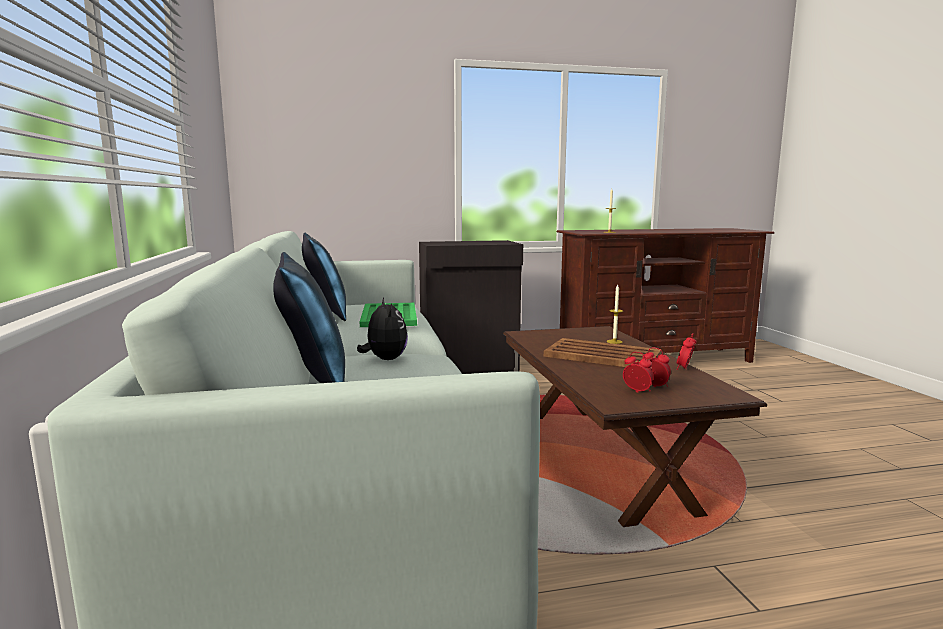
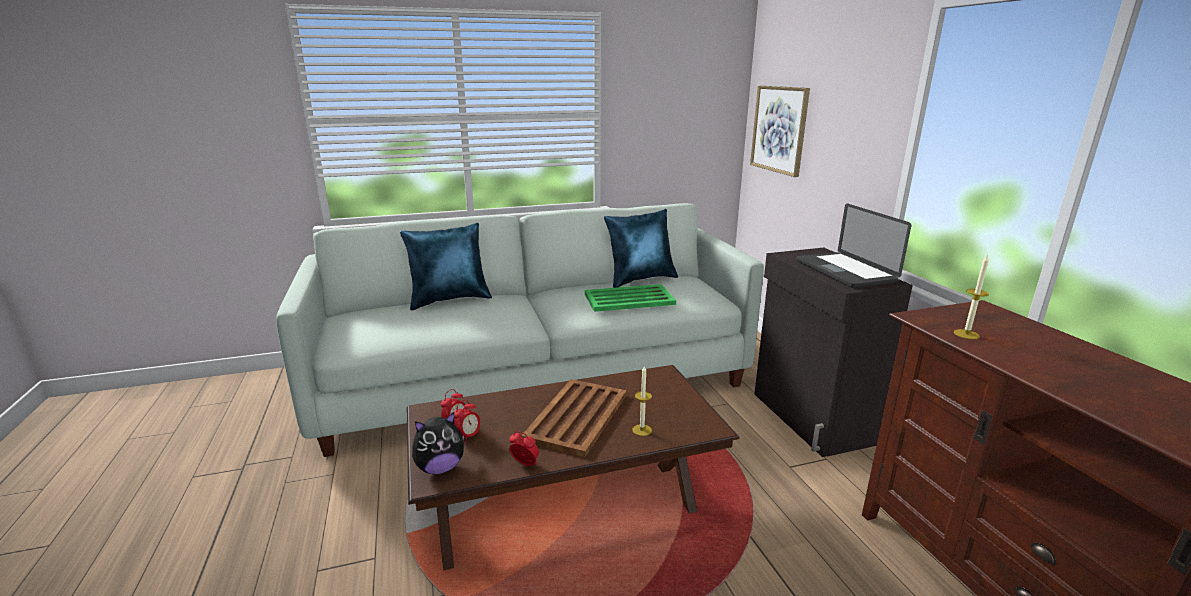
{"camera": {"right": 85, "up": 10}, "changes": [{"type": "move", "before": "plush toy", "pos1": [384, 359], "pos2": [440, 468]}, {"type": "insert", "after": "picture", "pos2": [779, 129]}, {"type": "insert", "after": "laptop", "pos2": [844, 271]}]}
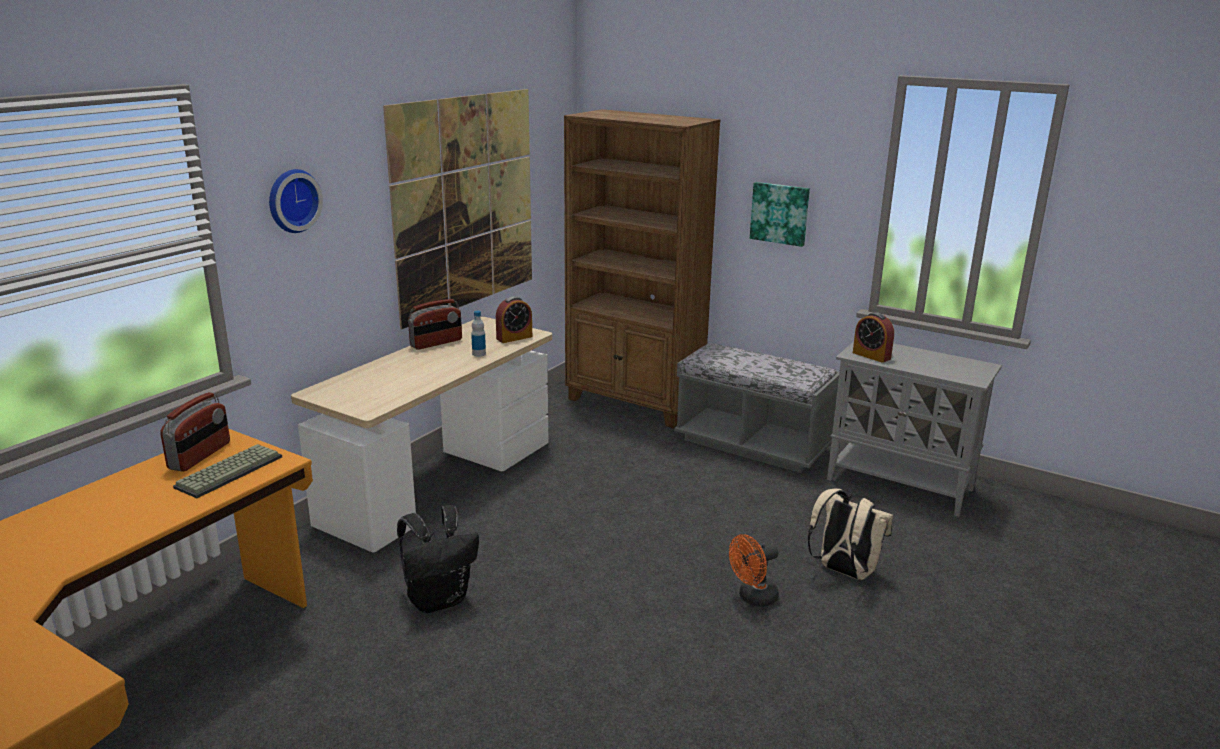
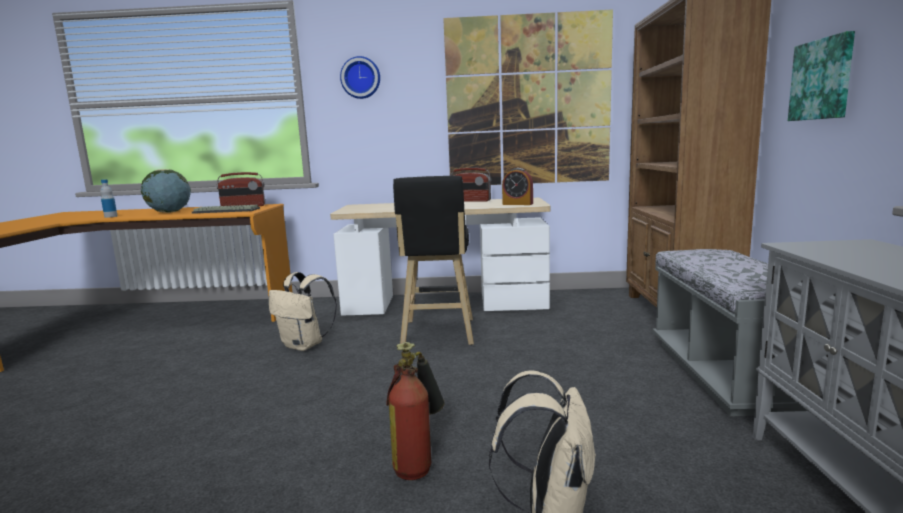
{"camera": {"right": 60, "up": -10}, "changes": [{"type": "move", "before": "bottle", "pos1": [479, 354], "pos2": [111, 216]}, {"type": "delete", "before": "alarm clock", "pos1": [871, 355]}, {"type": "recolor", "before": "black backpack", "after": "beige backpack", "pos1": [439, 599], "pos2": [305, 345]}, {"type": "replace", "before": "orange fan", "after": "fire extinguisher", "pos1": [753, 598], "pos2": [420, 461]}, {"type": "insert", "after": "globe", "pos2": [169, 212]}, {"type": "insert", "after": "black stool", "pos2": [438, 334]}]}
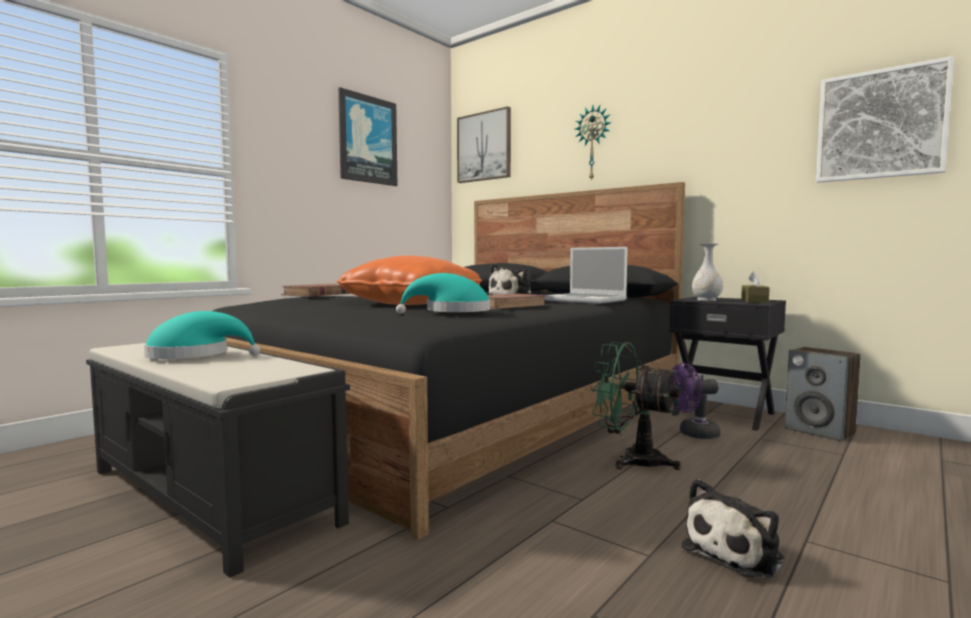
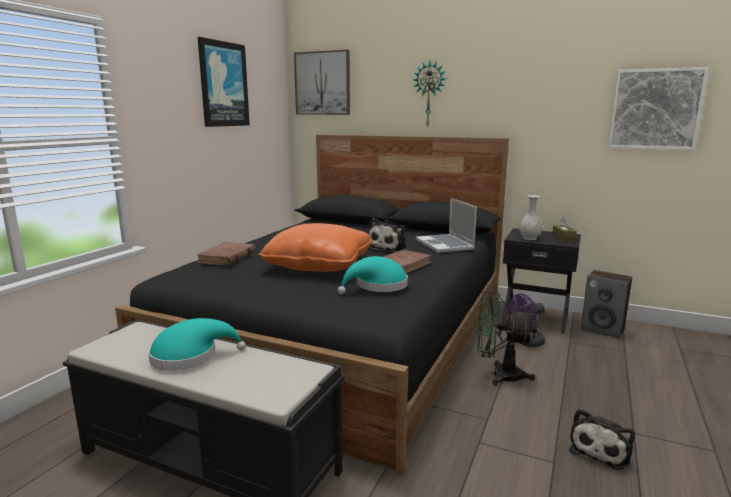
{"camera": {"right": -15, "up": 10}, "changes": [{"type": "rotate", "before": "laptop", "pos1": [586, 300], "pos2": [445, 245], "turn": 45}]}
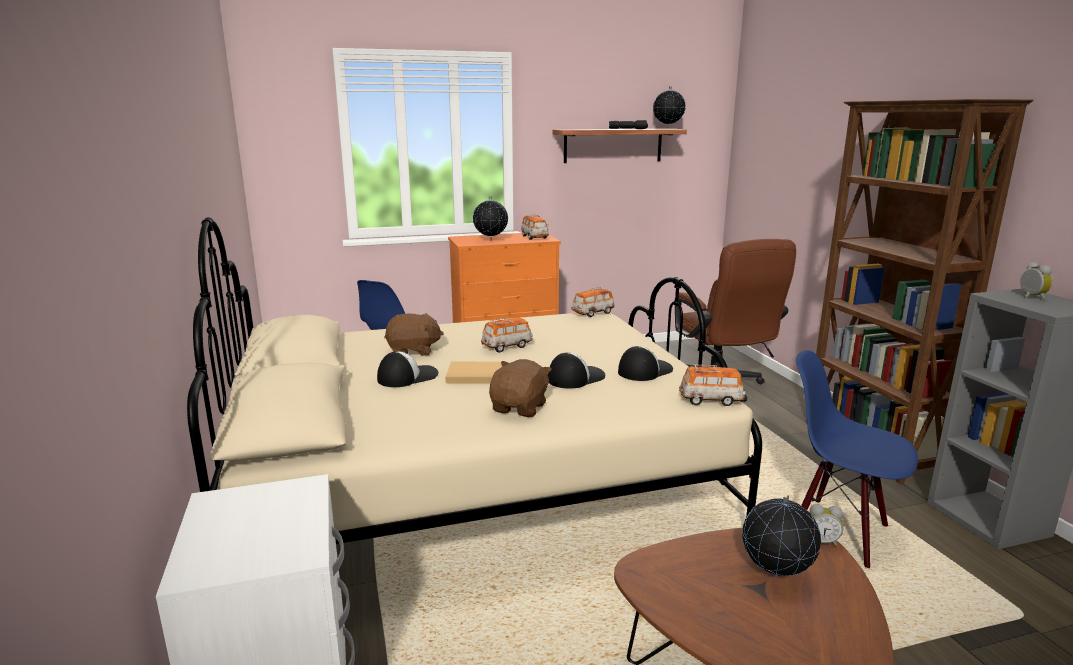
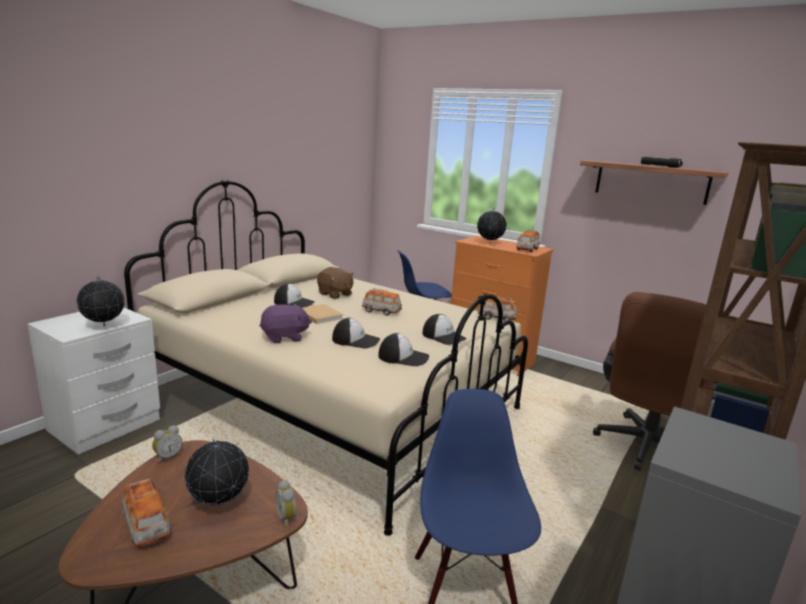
{"camera": {"right": 50, "up": 0}, "changes": [{"type": "move", "before": "globe", "pos1": [668, 128], "pos2": [104, 326]}, {"type": "move", "before": "alarm clock", "pos1": [1030, 297], "pos2": [167, 457]}, {"type": "recolor", "before": "brown plush toy", "after": "purple plush toy", "pos1": [520, 408], "pos2": [284, 337]}, {"type": "move", "before": "toy car", "pos1": [711, 400], "pos2": [147, 526]}, {"type": "insert", "after": "cap", "pos2": [444, 336]}]}
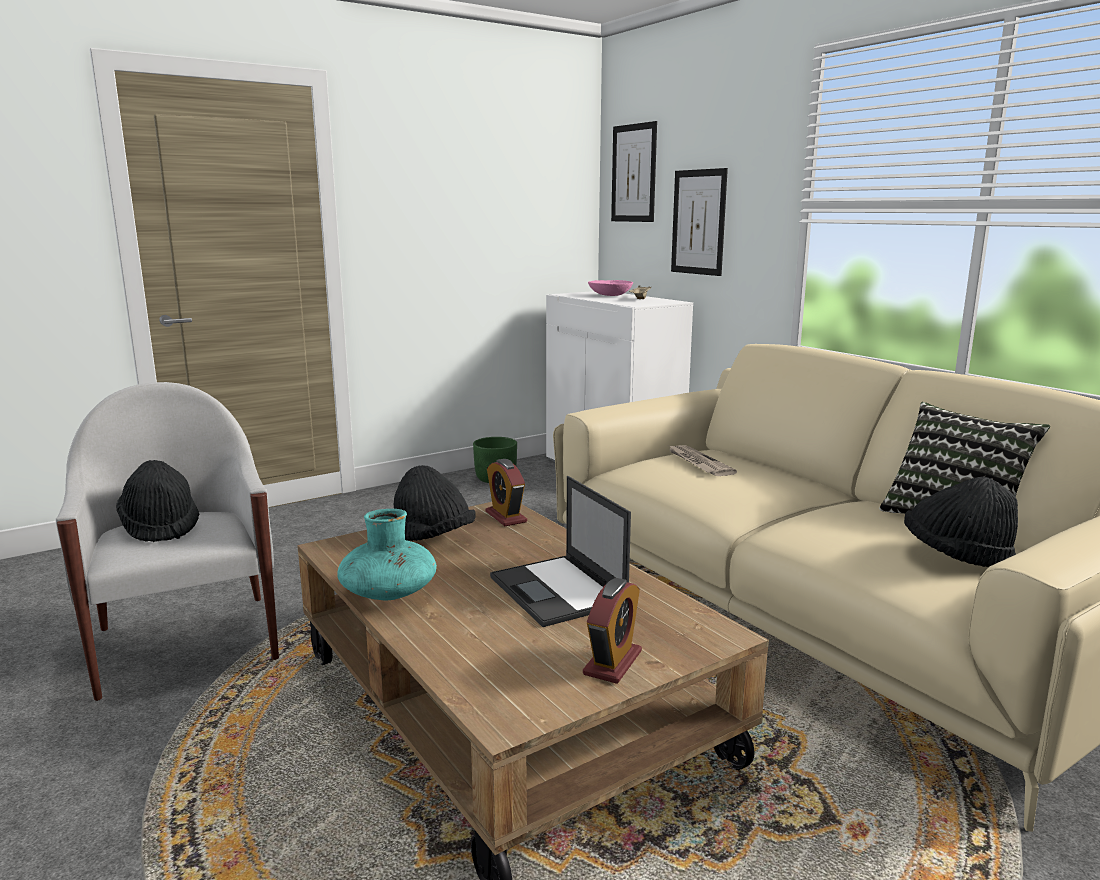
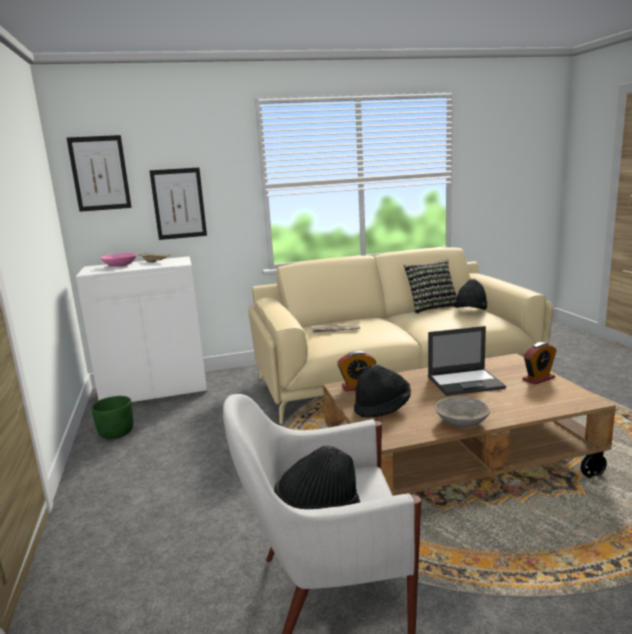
{"camera": {"right": -70, "up": 0}, "changes": [{"type": "replace", "before": "turquoise vase", "after": "grey bowl", "pos1": [388, 593], "pos2": [462, 422]}, {"type": "rotate", "before": "alarm clock", "pos1": [612, 663], "pos2": [538, 379], "turn": 105}]}
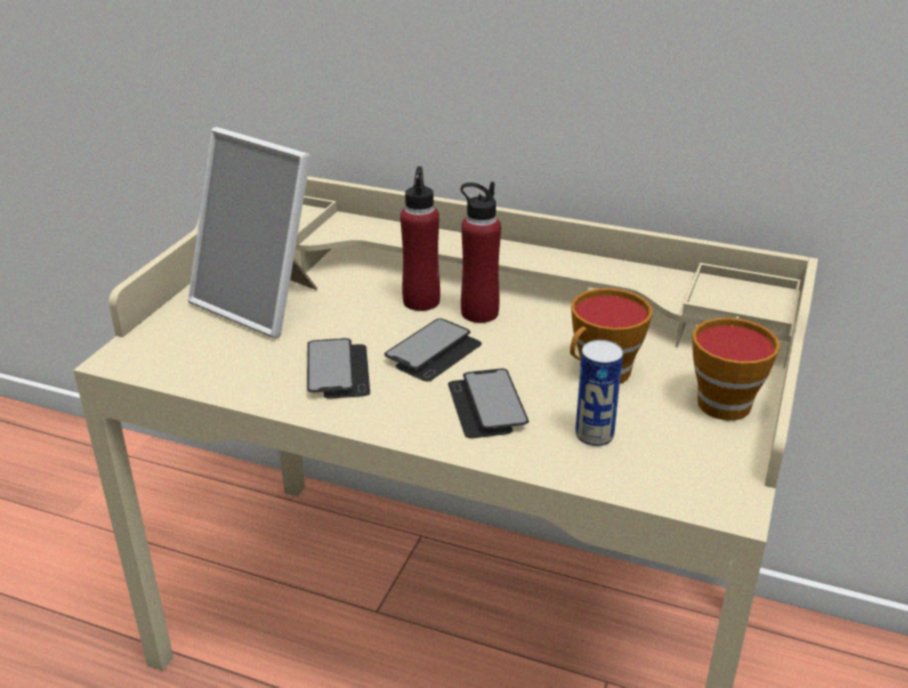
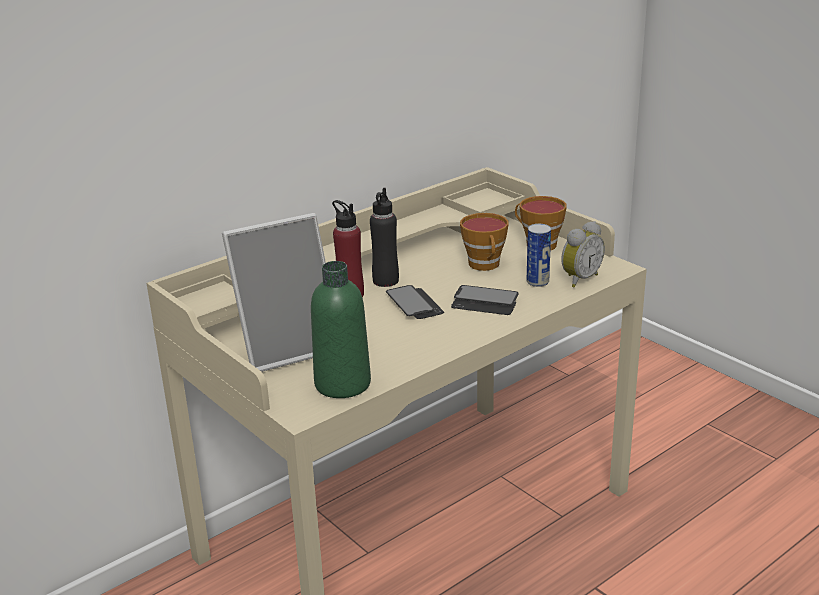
{"camera": {"right": -60, "up": -5}, "changes": [{"type": "recolor", "before": "red bottle", "after": "black bottle", "pos1": [479, 313], "pos2": [385, 281]}, {"type": "delete", "before": "phone", "pos1": [338, 371]}, {"type": "insert", "after": "alarm clock", "pos2": [579, 279]}, {"type": "insert", "after": "green bottle", "pos2": [342, 384]}]}
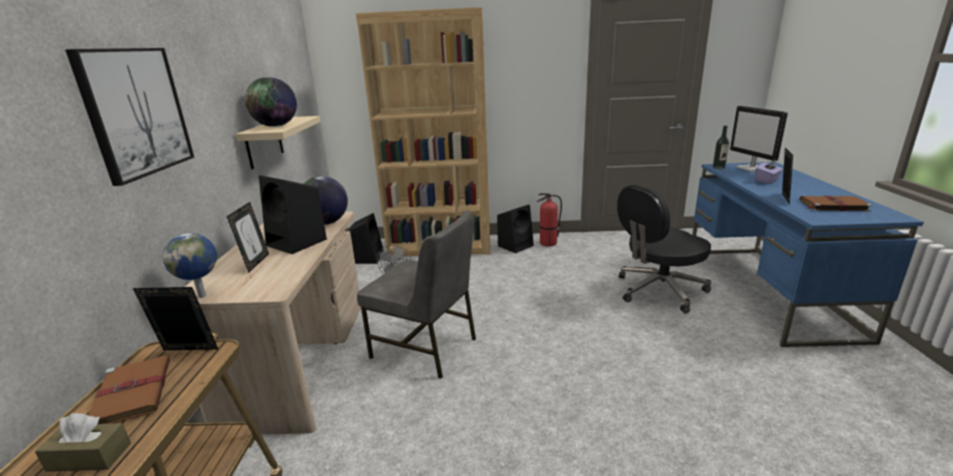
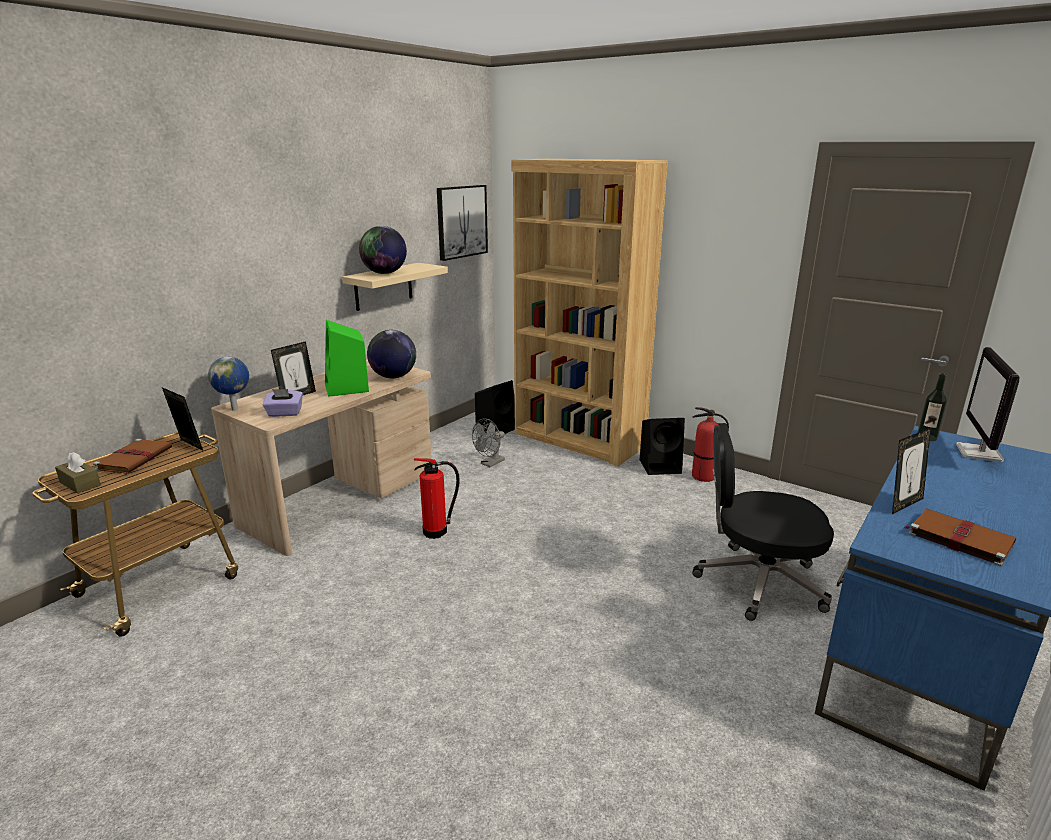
{"camera": {"right": 35, "up": 0}, "changes": [{"type": "move", "before": "picture", "pos1": [136, 112], "pos2": [461, 222]}, {"type": "move", "before": "purple tissue box", "pos1": [767, 180], "pos2": [284, 413]}, {"type": "recolor", "before": "black speaker", "after": "green speaker", "pos1": [298, 242], "pos2": [347, 388]}, {"type": "replace", "before": "grey chair", "after": "fire extinguisher", "pos1": [426, 348], "pos2": [437, 531]}]}
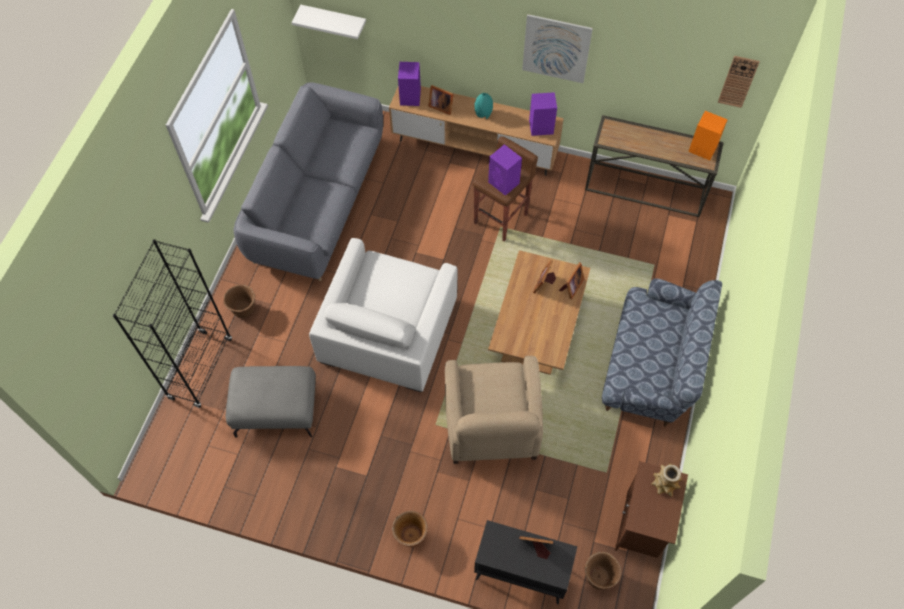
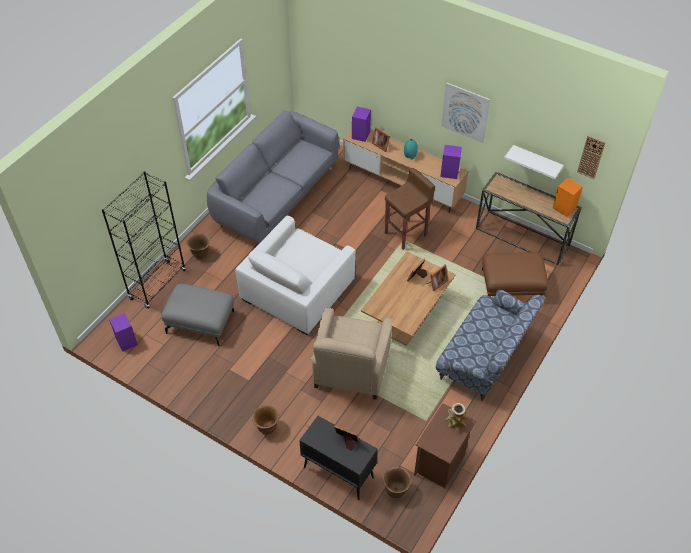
{"camera": {"right": 15, "up": -10}, "changes": [{"type": "move", "before": "white shelf", "pos1": [334, 20], "pos2": [536, 161]}, {"type": "move", "before": "purple speaker", "pos1": [504, 183], "pos2": [126, 342]}, {"type": "insert", "after": "brown ottoman", "pos2": [511, 286]}]}
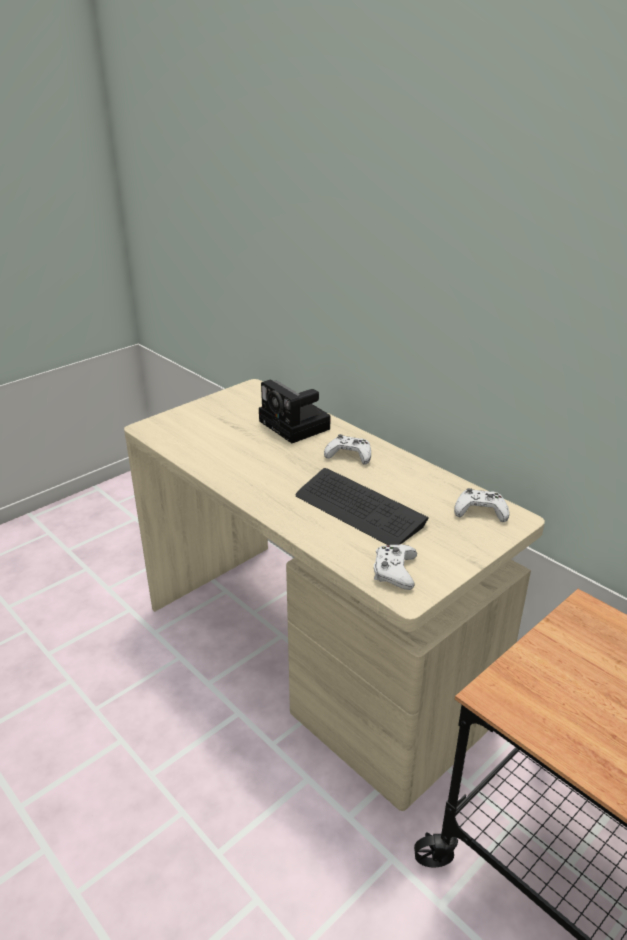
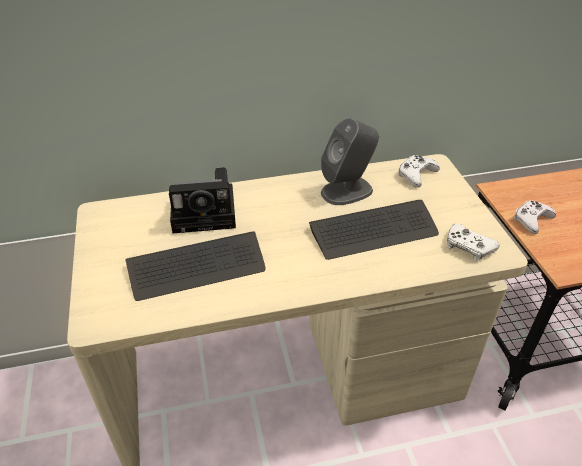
{"camera": {"right": -60, "up": 10}, "changes": [{"type": "move", "before": "white game controller", "pos1": [349, 455], "pos2": [531, 220]}, {"type": "insert", "after": "grey speaker", "pos2": [347, 191]}, {"type": "insert", "after": "keyboard", "pos2": [197, 267]}]}
